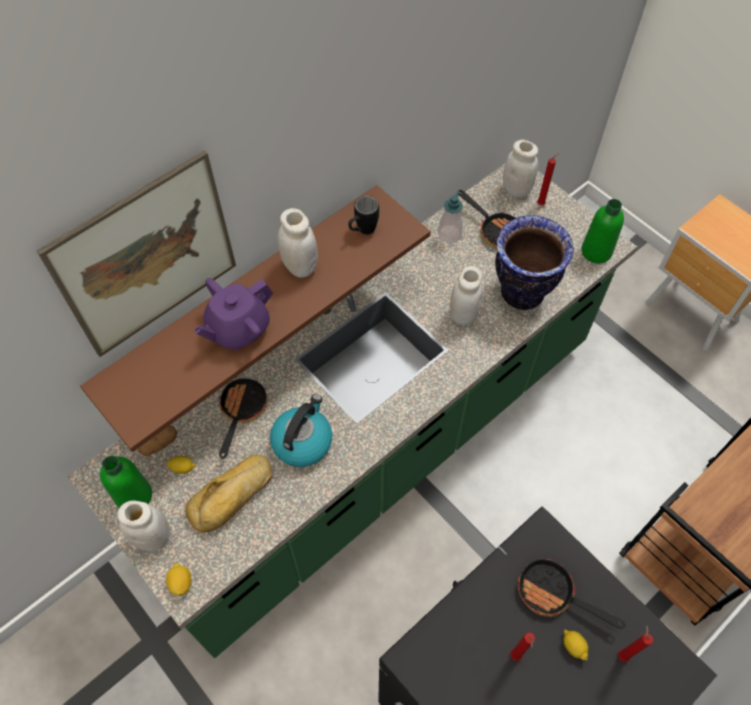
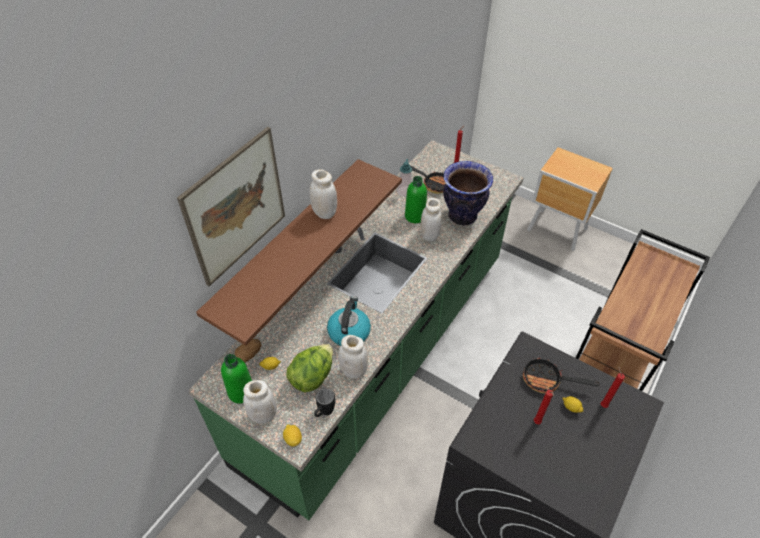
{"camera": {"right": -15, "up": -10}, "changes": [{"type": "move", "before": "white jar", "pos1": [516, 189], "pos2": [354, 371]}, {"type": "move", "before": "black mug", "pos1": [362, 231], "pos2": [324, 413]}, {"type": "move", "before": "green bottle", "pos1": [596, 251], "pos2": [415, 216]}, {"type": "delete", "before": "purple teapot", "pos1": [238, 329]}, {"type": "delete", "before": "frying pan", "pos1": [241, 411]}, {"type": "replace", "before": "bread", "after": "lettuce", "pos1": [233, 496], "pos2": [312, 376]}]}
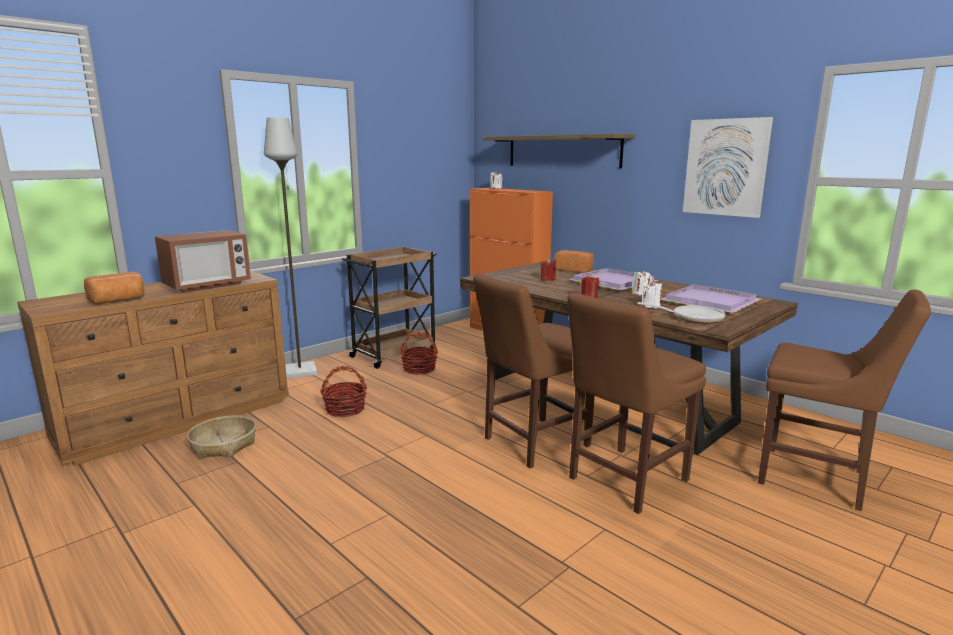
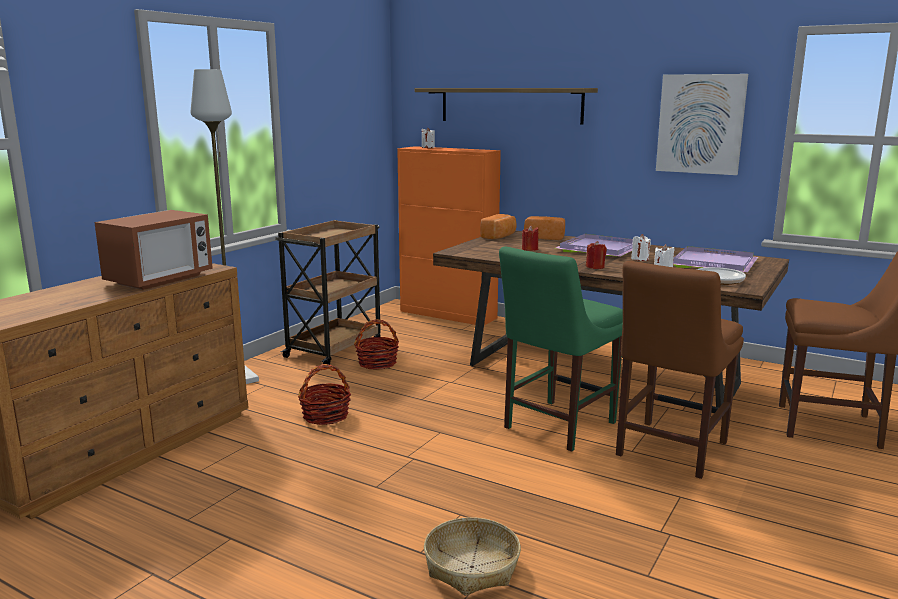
{"camera": {"right": -15, "up": 0}, "changes": [{"type": "move", "before": "bread", "pos1": [118, 300], "pos2": [499, 236]}, {"type": "recolor", "before": "brown chair", "after": "green chair", "pos1": [532, 443], "pos2": [556, 426]}, {"type": "move", "before": "basket", "pos1": [223, 445], "pos2": [471, 567]}]}
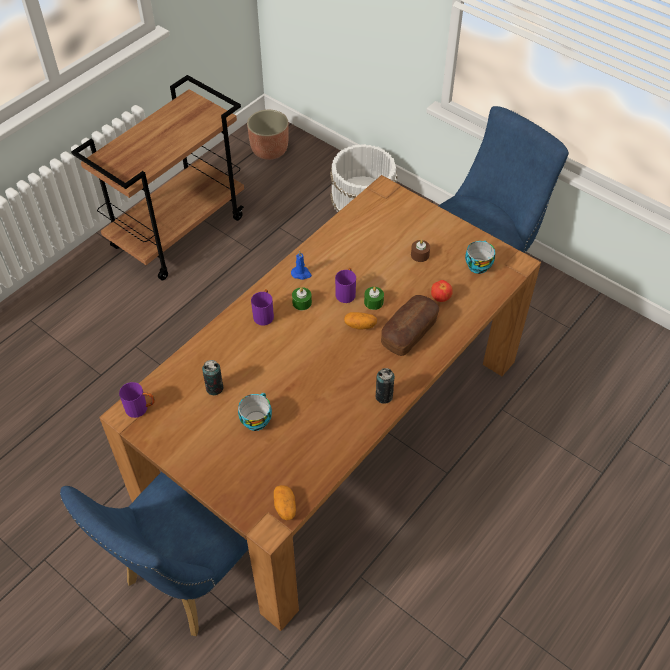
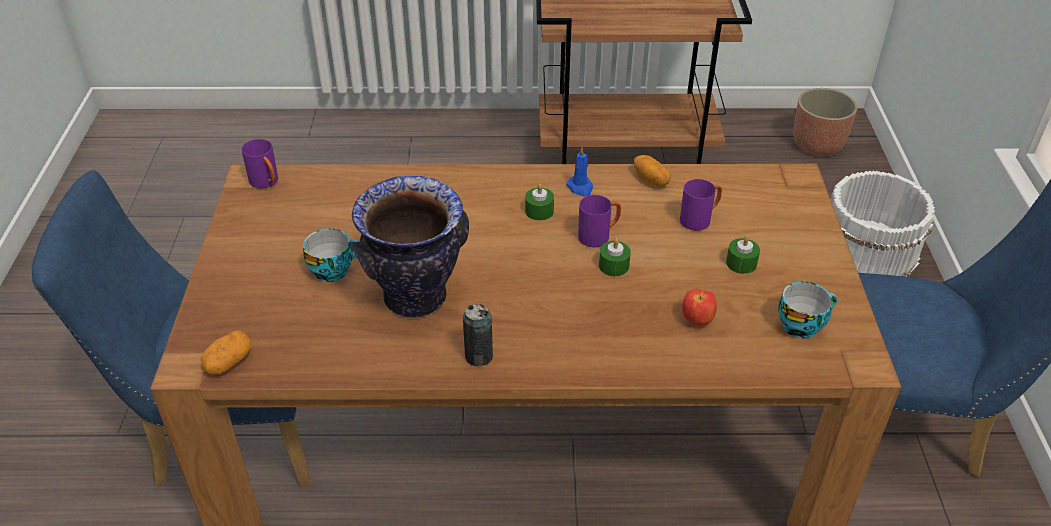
{"camera": {"right": 50, "up": -10}, "changes": [{"type": "recolor", "before": "brown candle", "after": "green candle", "pos1": [420, 255], "pos2": [741, 263]}, {"type": "move", "before": "purple mug", "pos1": [264, 314], "pos2": [699, 219]}, {"type": "delete", "before": "bread", "pos1": [409, 333]}, {"type": "move", "before": "potato", "pos1": [360, 325], "pos2": [651, 179]}, {"type": "delete", "before": "can", "pos1": [214, 388]}, {"type": "insert", "after": "vase", "pos2": [416, 298]}]}
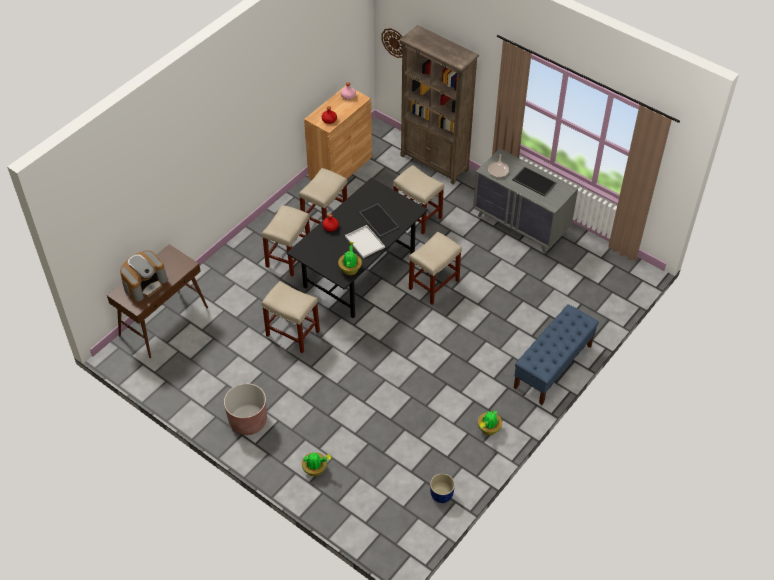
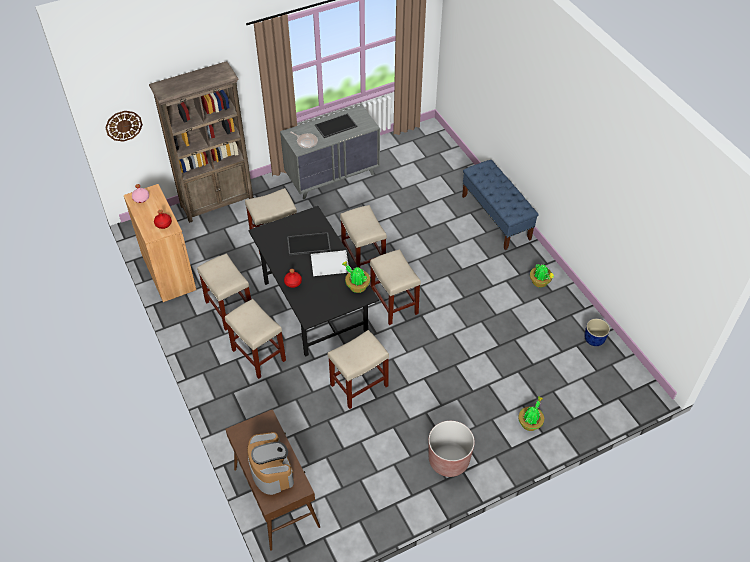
{"camera": {"right": -65, "up": 0}, "changes": [{"type": "insert", "after": "beige stool", "pos2": [394, 304]}]}
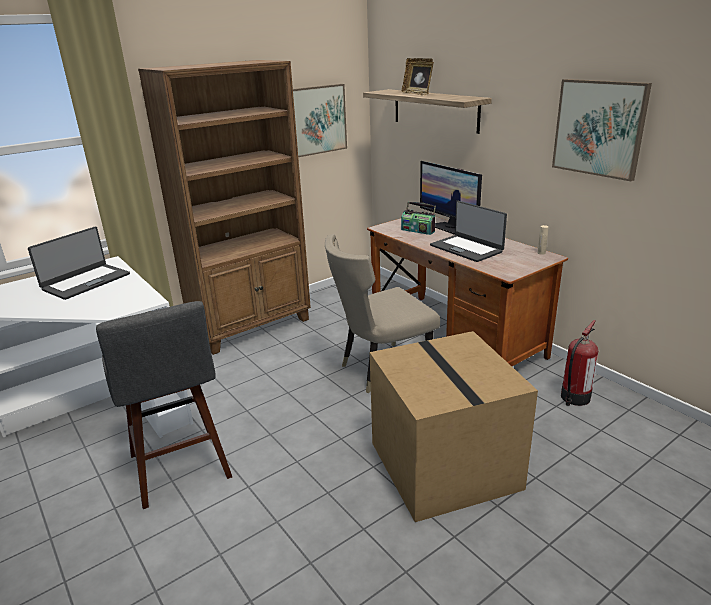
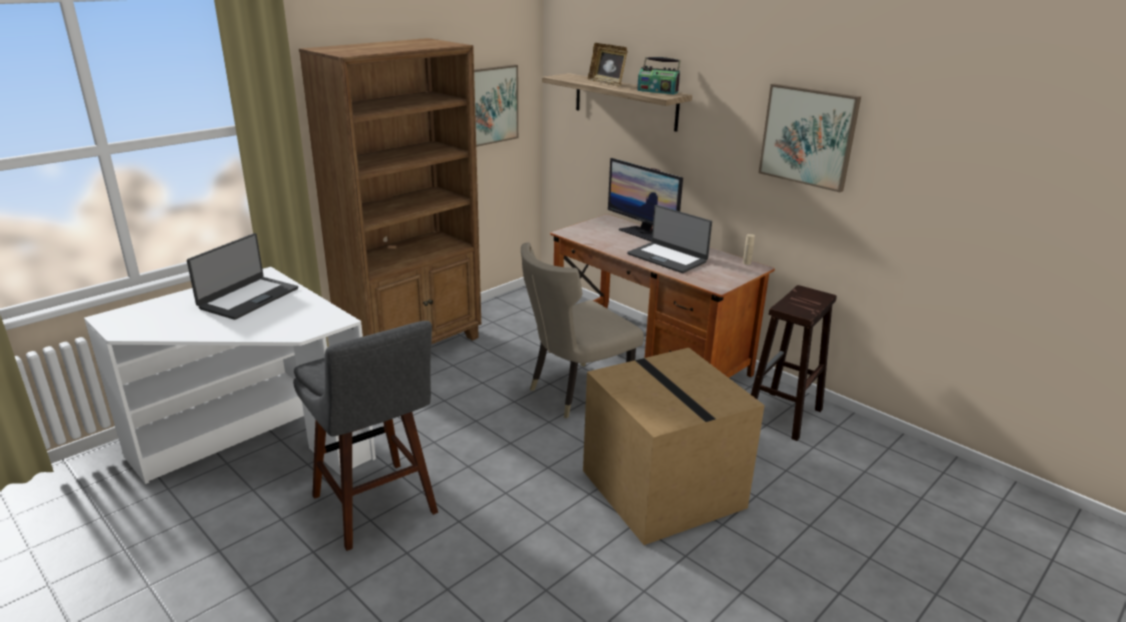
{"camera": {"right": -10, "up": 0}, "changes": [{"type": "move", "before": "radio", "pos1": [418, 230], "pos2": [658, 91]}, {"type": "replace", "before": "fire extinguisher", "after": "brown stool", "pos1": [574, 398], "pos2": [783, 416]}]}
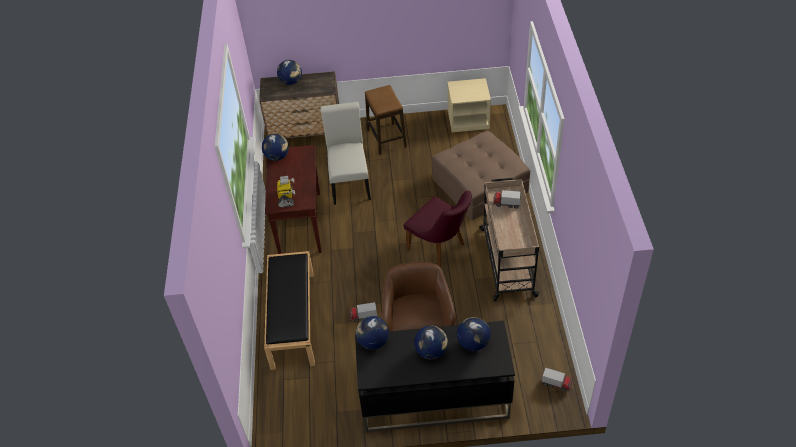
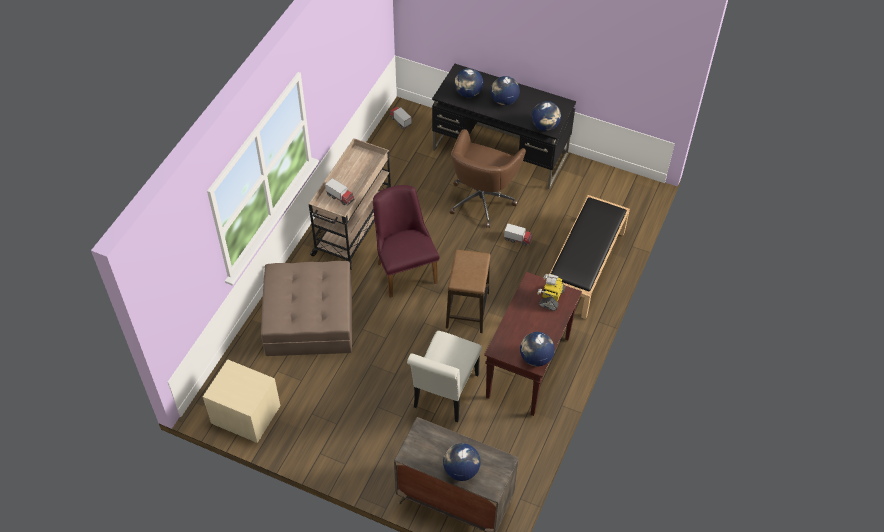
{"camera": {"right": -155, "up": 5}, "changes": [{"type": "move", "before": "stool", "pos1": [386, 139], "pos2": [467, 310]}]}
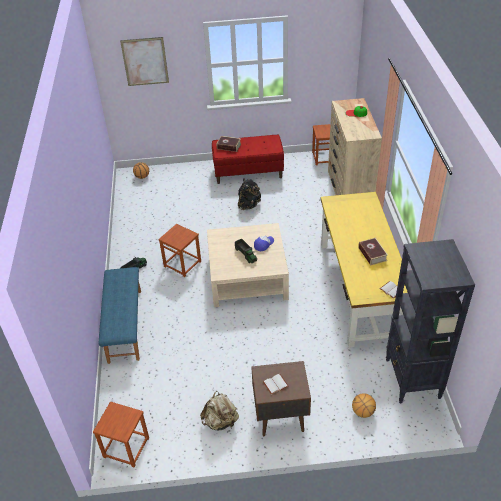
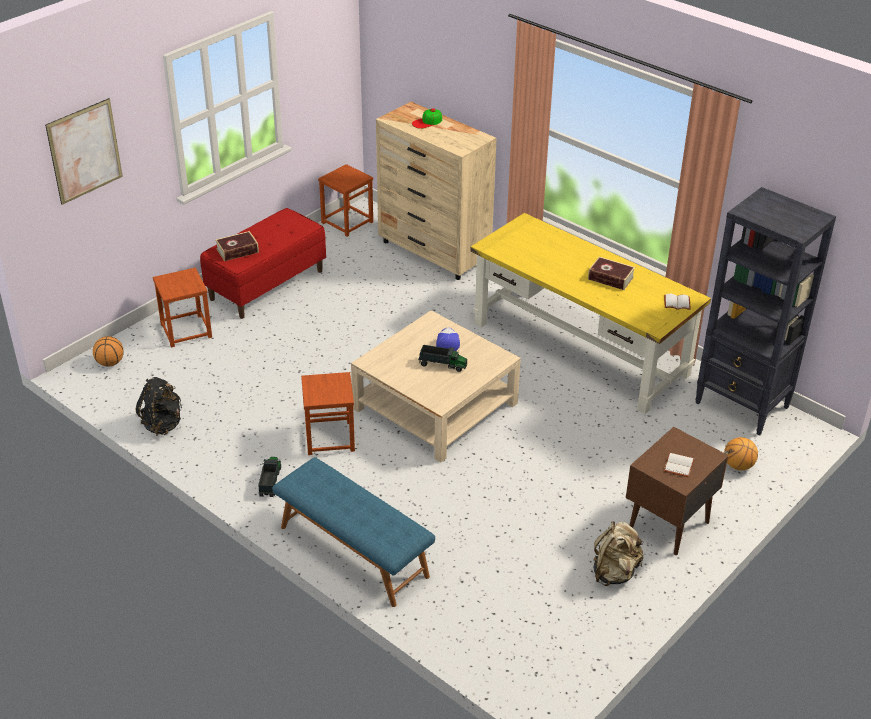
{"camera": {"right": -45, "up": -5}, "changes": [{"type": "move", "before": "black backpack", "pos1": [248, 205], "pos2": [163, 424]}, {"type": "move", "before": "brown stool", "pos1": [126, 447], "pos2": [186, 331]}]}
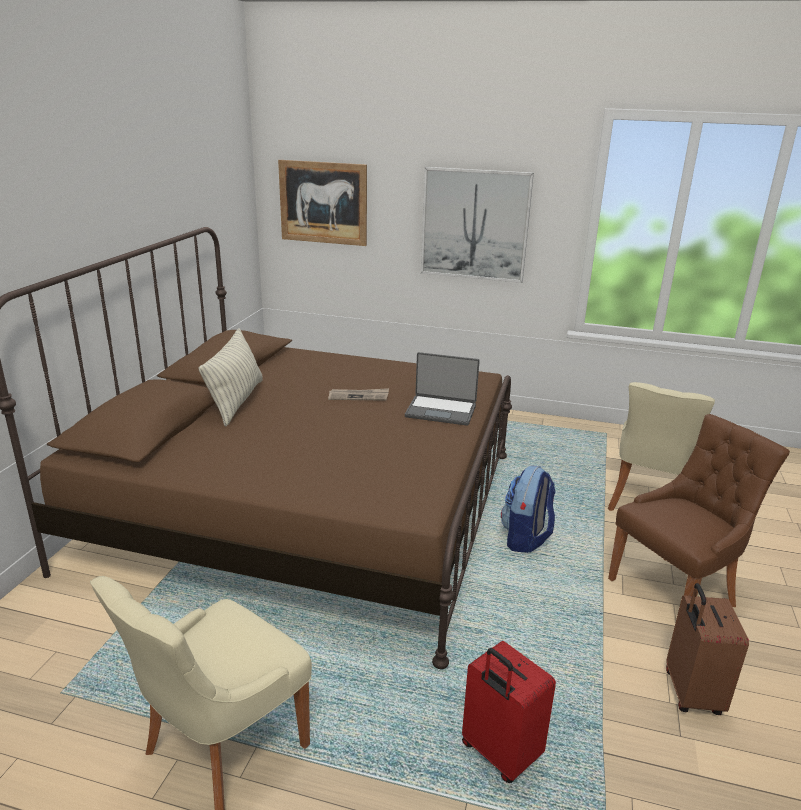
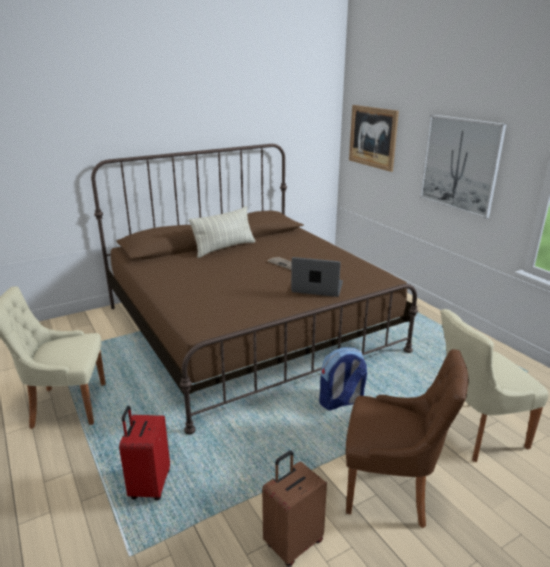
{"camera": {"right": 45, "up": 0}, "changes": [{"type": "rotate", "before": "laptop", "pos1": [441, 411], "pos2": [317, 288], "turn": 135}]}
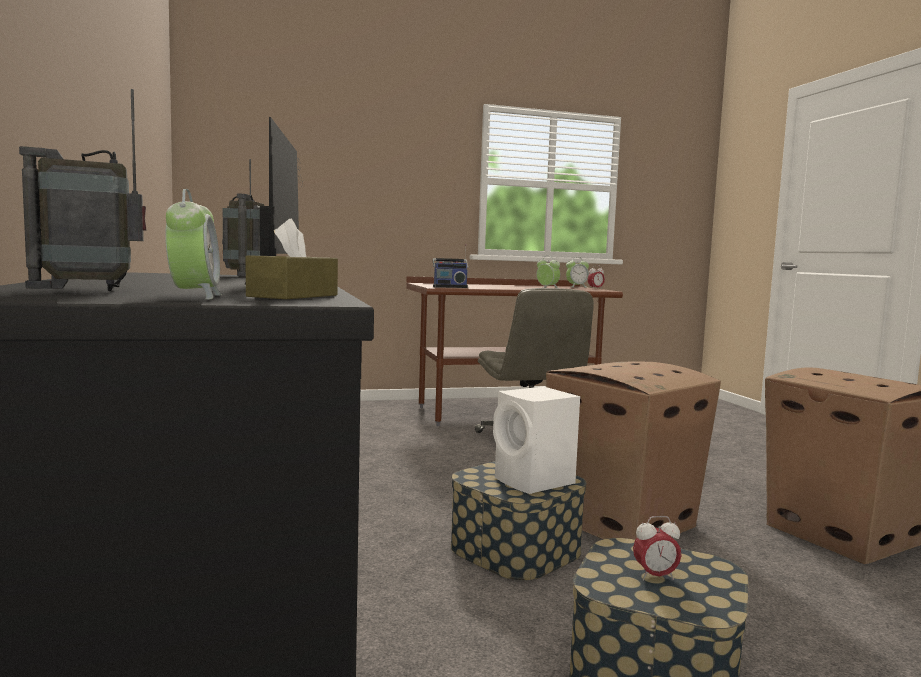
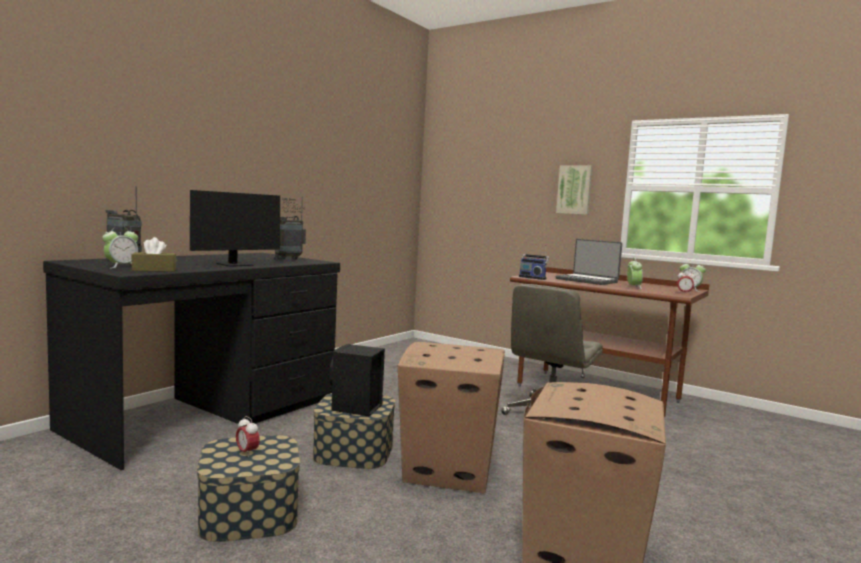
{"camera": {"right": 50, "up": 0}, "changes": [{"type": "recolor", "before": "white speaker", "after": "black speaker", "pos1": [535, 482], "pos2": [355, 408]}, {"type": "insert", "after": "picture", "pos2": [574, 190]}, {"type": "insert", "after": "laptop", "pos2": [587, 280]}]}
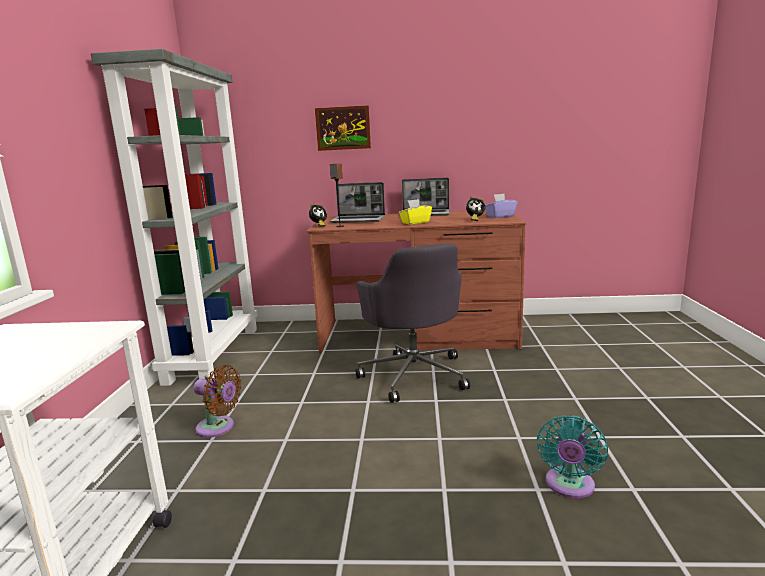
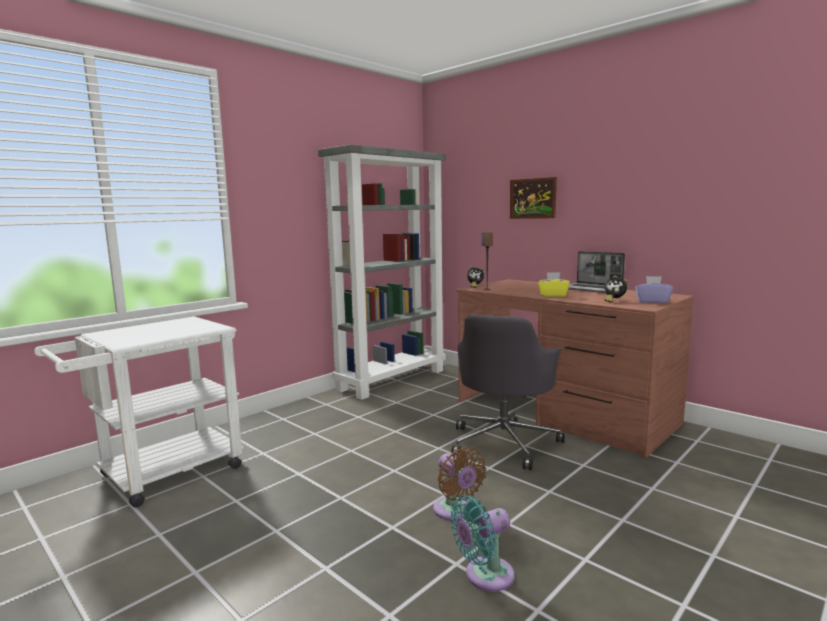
{"camera": {"right": 40, "up": -5}, "changes": [{"type": "delete", "before": "laptop", "pos1": [359, 220]}, {"type": "move", "before": "brown fan", "pos1": [218, 428], "pos2": [455, 511]}]}
